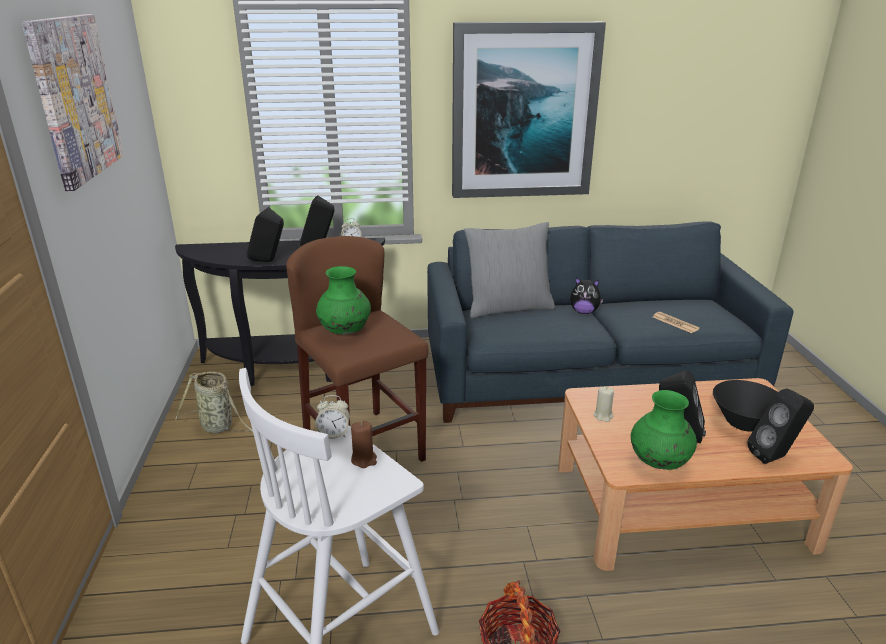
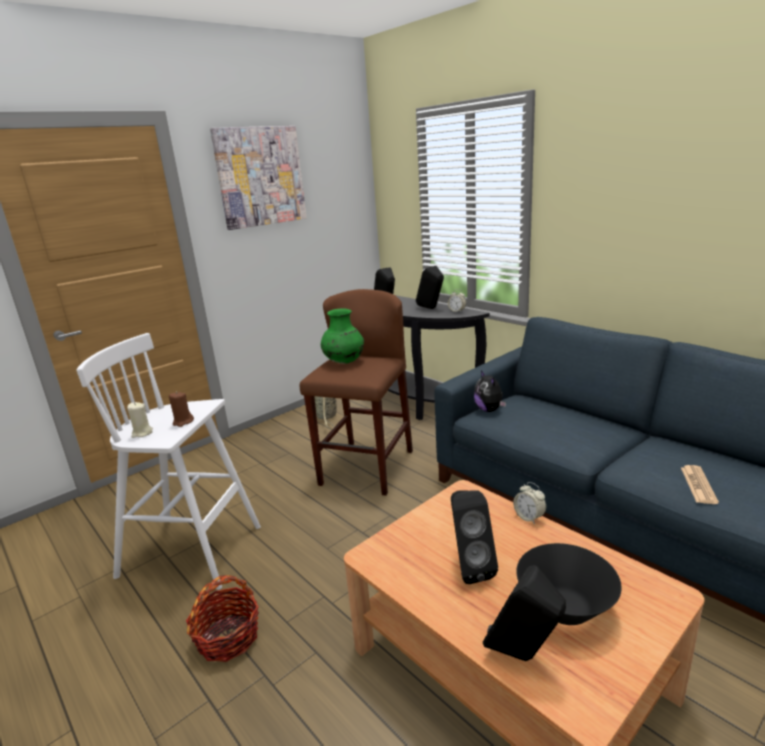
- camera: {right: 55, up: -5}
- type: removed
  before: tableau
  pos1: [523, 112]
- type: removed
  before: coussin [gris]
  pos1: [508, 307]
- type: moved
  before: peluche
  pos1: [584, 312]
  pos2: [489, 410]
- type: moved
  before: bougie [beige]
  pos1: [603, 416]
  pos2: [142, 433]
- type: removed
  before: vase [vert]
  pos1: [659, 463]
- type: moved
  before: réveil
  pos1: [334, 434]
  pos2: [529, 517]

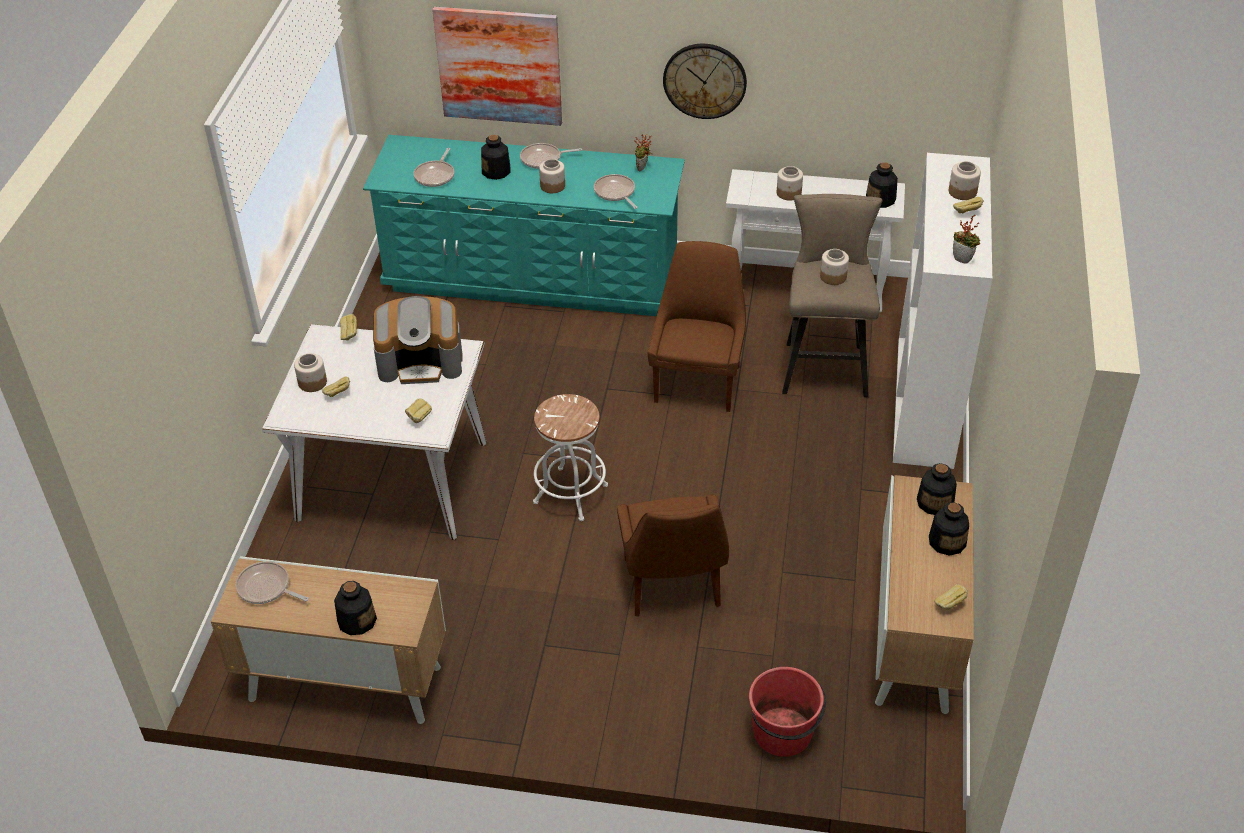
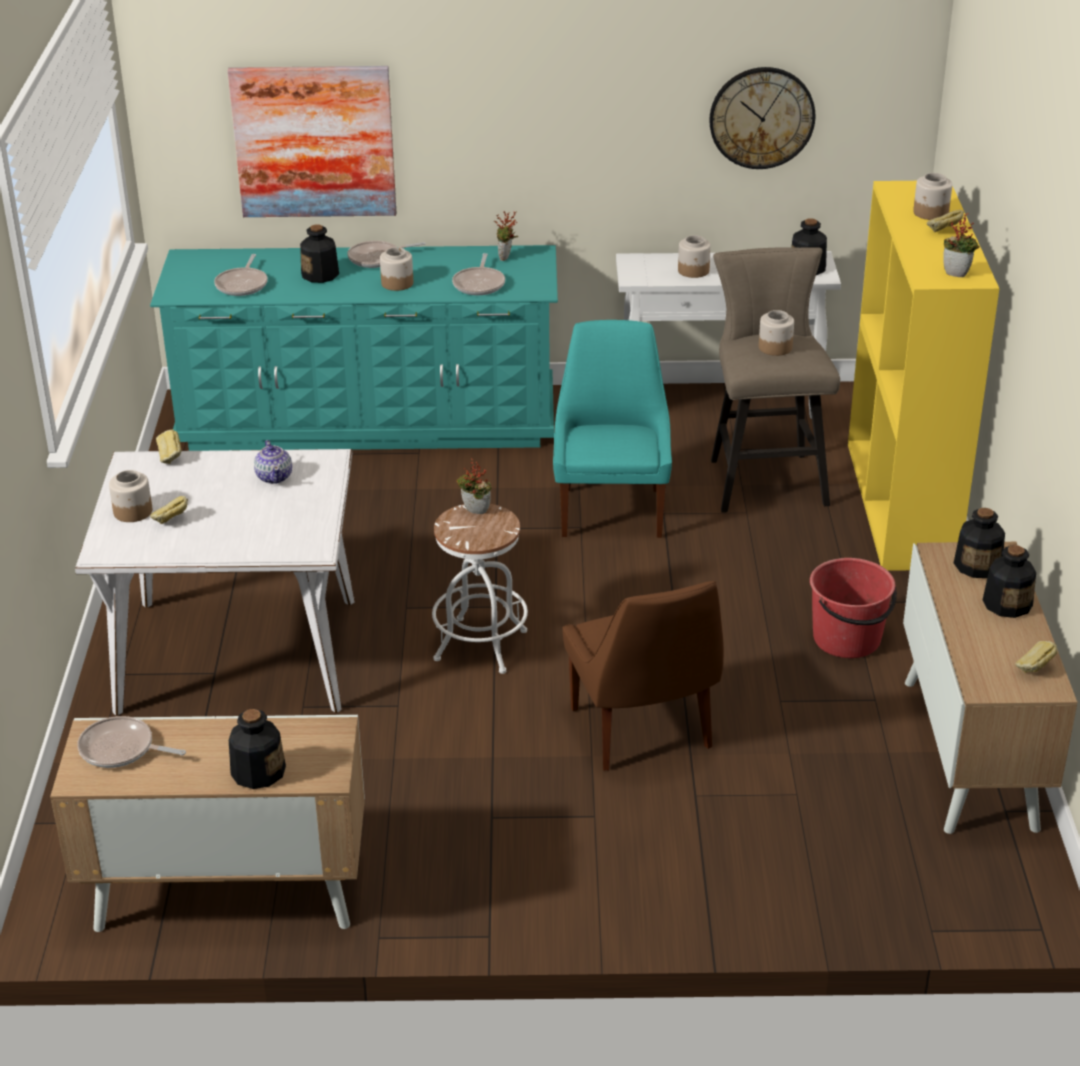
- camera: {right: -10, up: -10}
- type: moved
  before: horloge murale
  pos1: [704, 80]
  pos2: [762, 117]
- type: recoloured
  before: bibliothèque [blanc]
  after: bibliothèque [jaune]
  pos1: [926, 403]
  pos2: [902, 505]
- type: turned
  before: poêle
  pos1: [615, 193]
  pos2: [479, 284]
  turn: -135
- type: recoloured
  before: chaise [marron]
  after: chaise [turquoise]
  pos1: [698, 381]
  pos2: [611, 510]
- type: replaced
  before: machine à café
  after: théière
  pos1: [421, 361]
  pos2: [274, 477]
- type: removed
  before: pain
  pos1: [419, 418]
- type: moved
  before: seau [rouge]
  pos1: [783, 733]
  pos2: [847, 639]
- type: added
  after: plante en pot
  pos2: [474, 512]

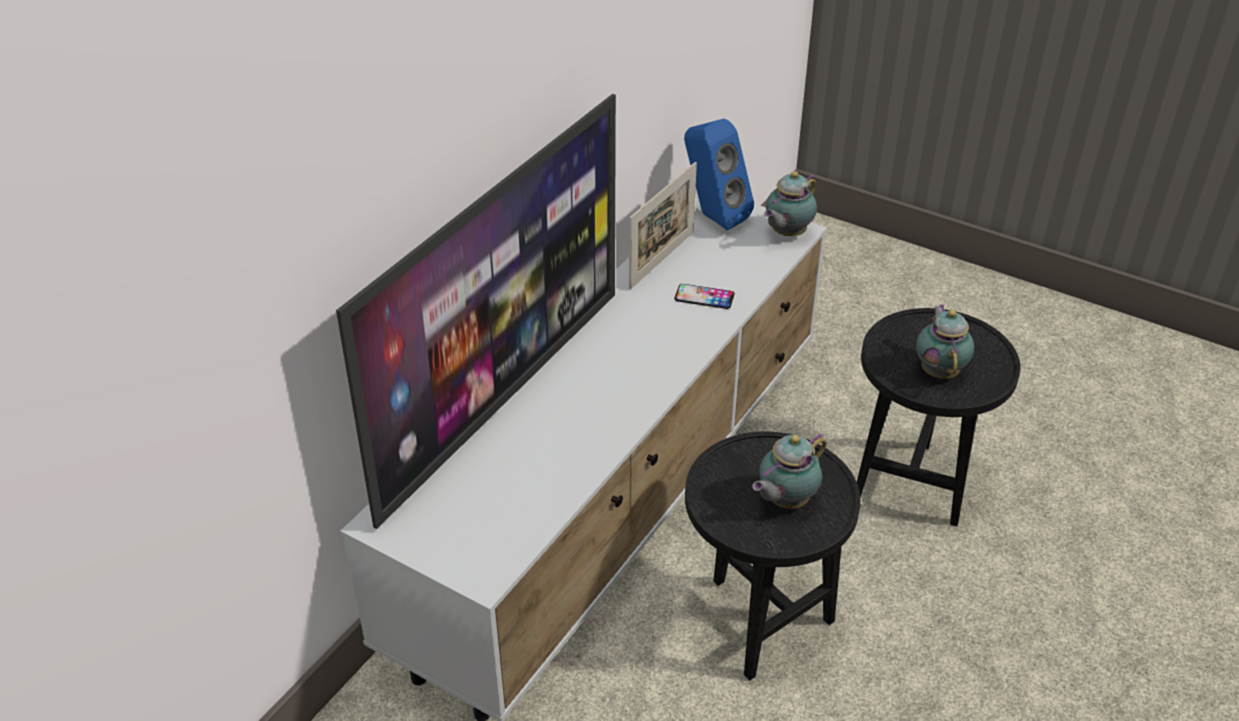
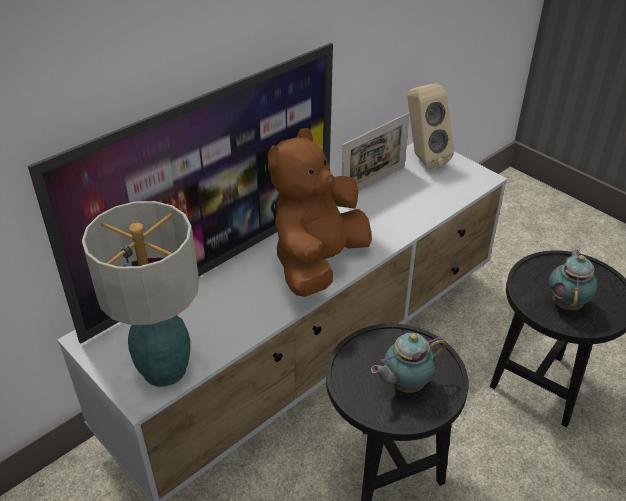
- camera: {right: 15, up: 0}
- type: recoloured
  before: enceinte [bleu]
  after: enceinte [beige]
  pos1: [712, 217]
  pos2: [423, 158]
- type: removed
  before: théière
  pos1: [786, 234]
- type: removed
  before: téléphone
  pos1: [704, 297]
- type: added
  after: peluche [marron]
  pos2: [318, 262]
- type: added
  after: lampe de table
  pos2: [165, 370]

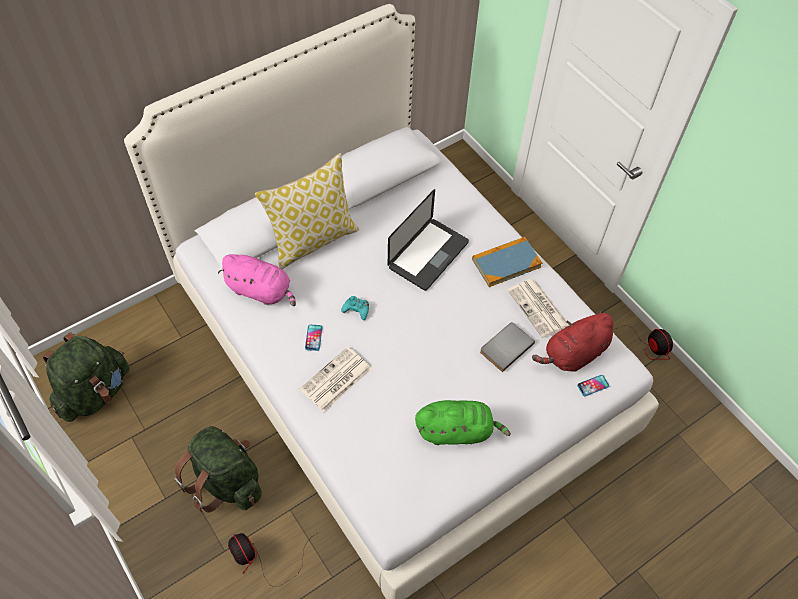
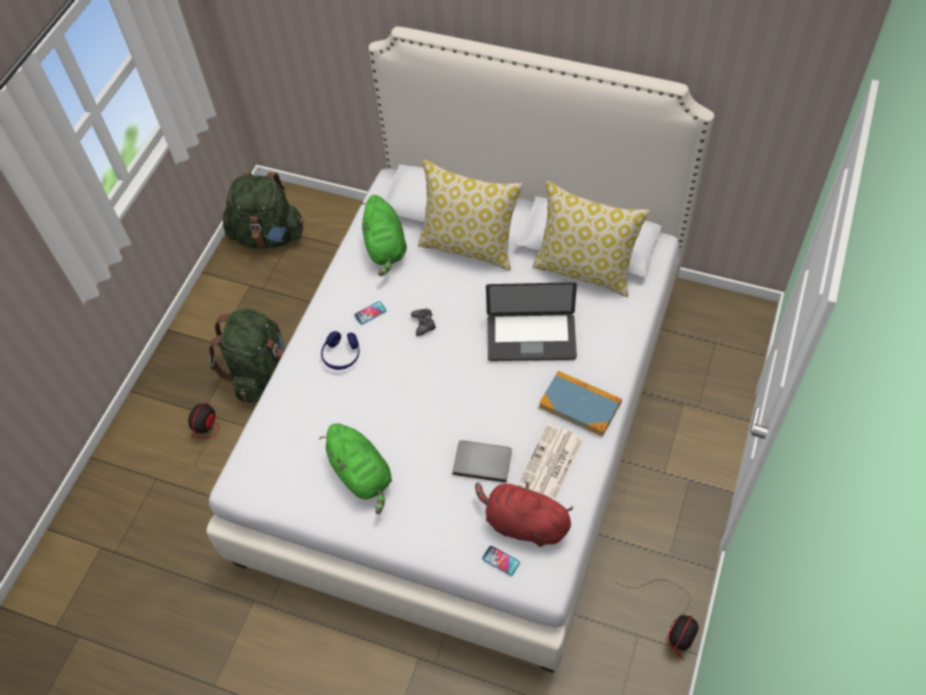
- camera: {right: 60, up: 0}
- type: recoloured
  before: peluche [rose]
  after: peluche [vert]
  pos1: [261, 291]
  pos2: [385, 248]
- type: recoloured
  before: manette [turquoise]
  after: manette [noir]
  pos1: [356, 309]
  pos2: [423, 323]
- type: replaced
  before: journal
  after: casque audio [bleu]
  pos1: [335, 380]
  pos2: [341, 355]
- type: added
  after: coussin
  pos2: [585, 270]

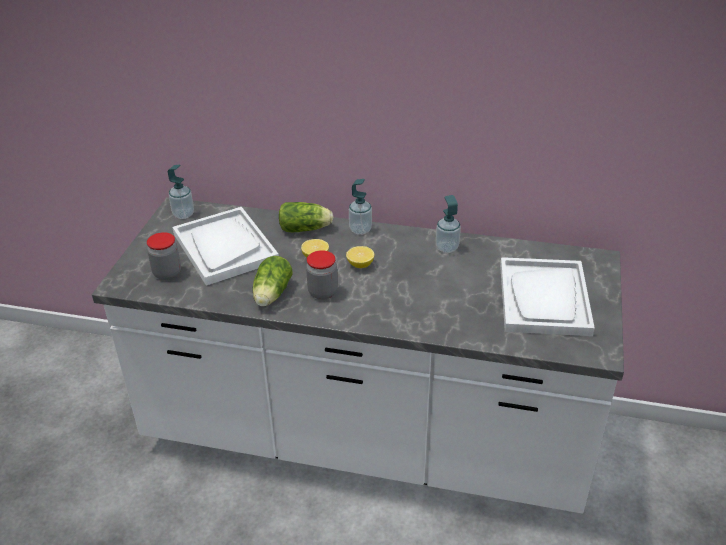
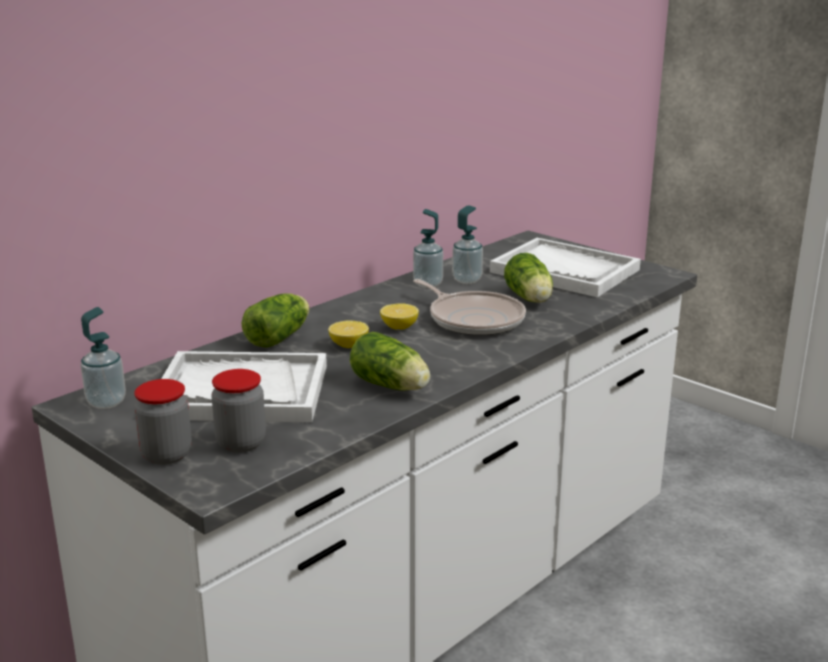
- camera: {right: -60, up: -15}
- type: moved
  before: distributeur de savon
  pos1: [360, 230]
  pos2: [467, 280]
- type: moved
  before: bocal
  pos1: [322, 292]
  pos2: [166, 455]
- type: added
  after: laitue
  pos2: [530, 299]
- type: added
  after: poêle
  pos2: [473, 319]

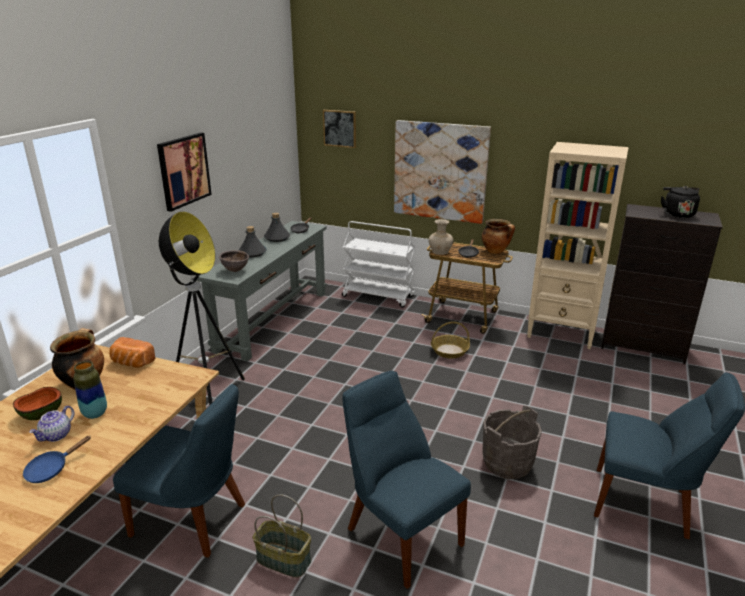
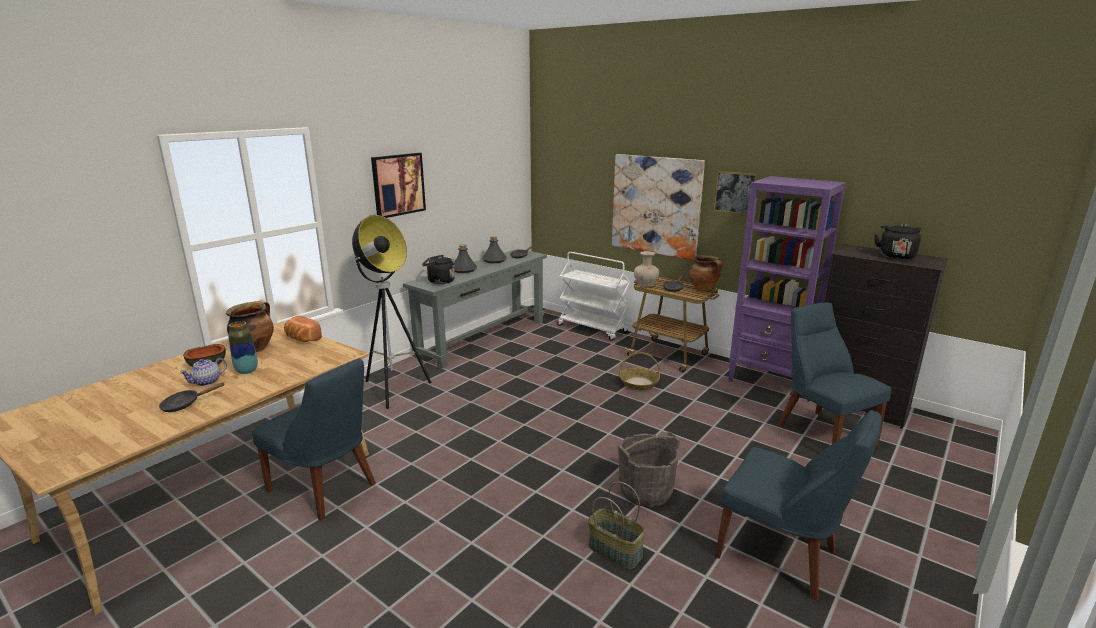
- camera: {right: 15, up: -5}
- type: moved
  before: tableau
  pos1: [340, 128]
  pos2: [735, 192]
- type: recoloured
  before: bibliothèque [beige]
  after: bibliothèque [violet]
  pos1: [562, 333]
  pos2: [769, 381]
- type: replaced
  before: bol [marron]
  after: bouilloire [noir]
  pos1: [235, 270]
  pos2: [439, 281]
- type: moved
  before: chaise [bleu]
  pos1: [400, 533]
  pos2: [822, 433]
- type: recoloured
  before: poêle [bleu]
  after: poêle [noir]
  pos1: [51, 469]
  pos2: [185, 404]
- type: moved
  before: panier
  pos1: [284, 559]
  pos2: [616, 550]

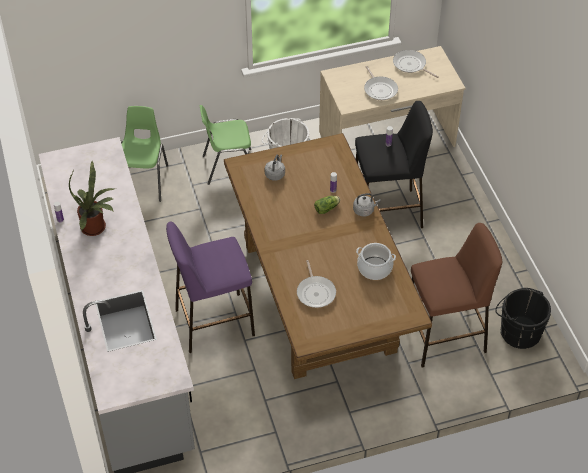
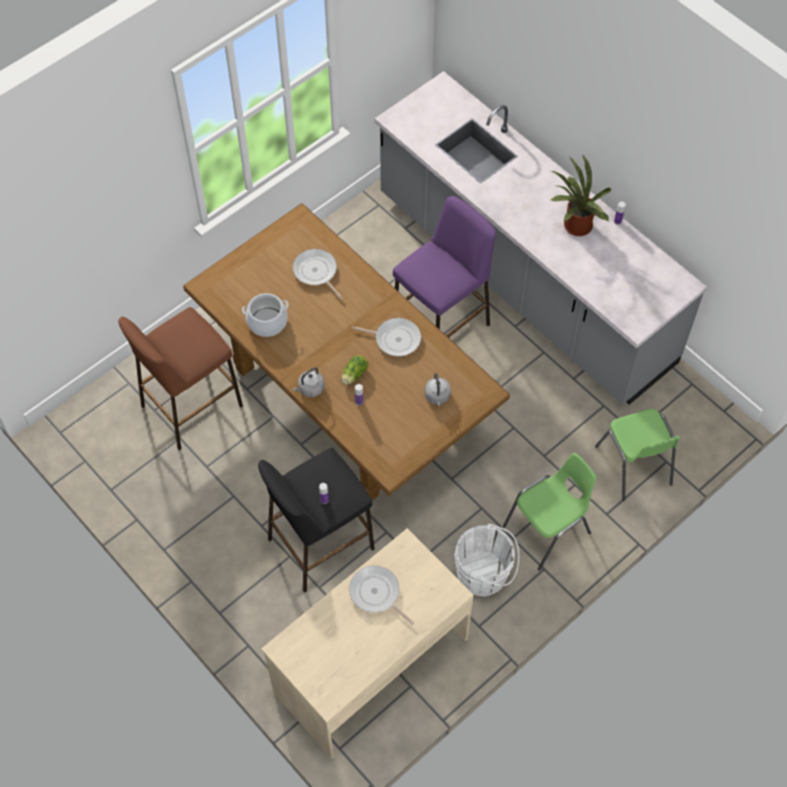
- camera: {right: 155, up: 10}
- type: moved
  before: poêle
  pos1: [411, 65]
  pos2: [395, 339]
- type: removed
  before: seau [noir]
  pos1: [518, 331]

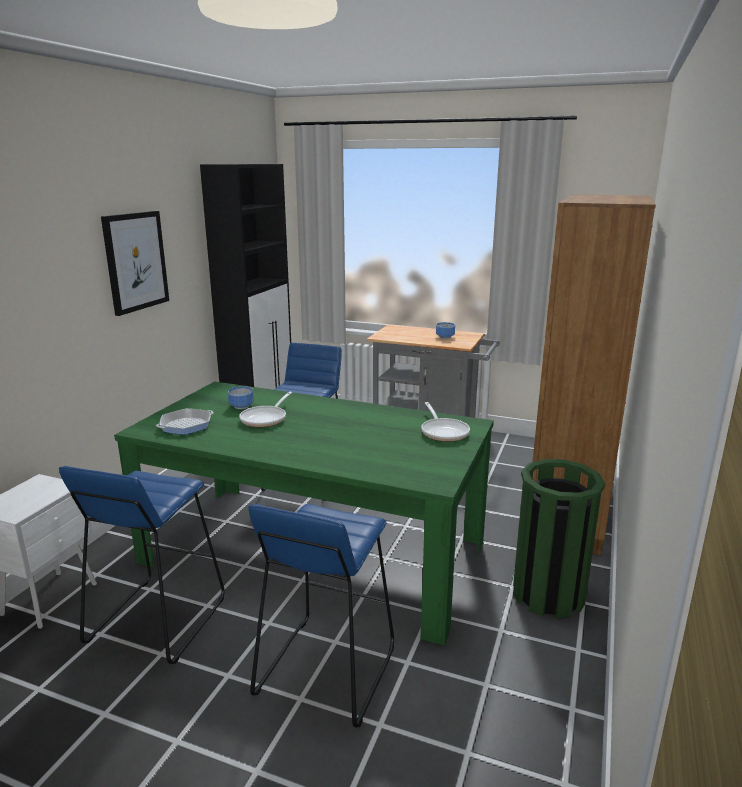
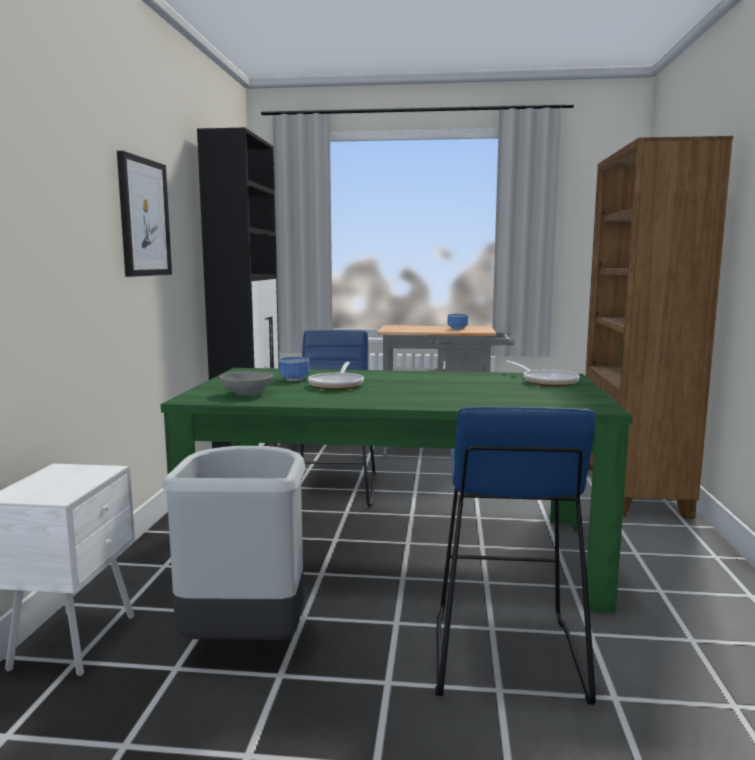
- camera: {right: -15, up: -10}
- type: replaced
  before: poêle
  after: bol [gris]
  pos1: [186, 425]
  pos2: [247, 393]
- type: removed
  before: poubelle [vert]
  pos1: [548, 594]
- type: replaced
  before: tabouret [bleu]
  after: poubelle [gris]
  pos1: [156, 620]
  pos2: [246, 642]

